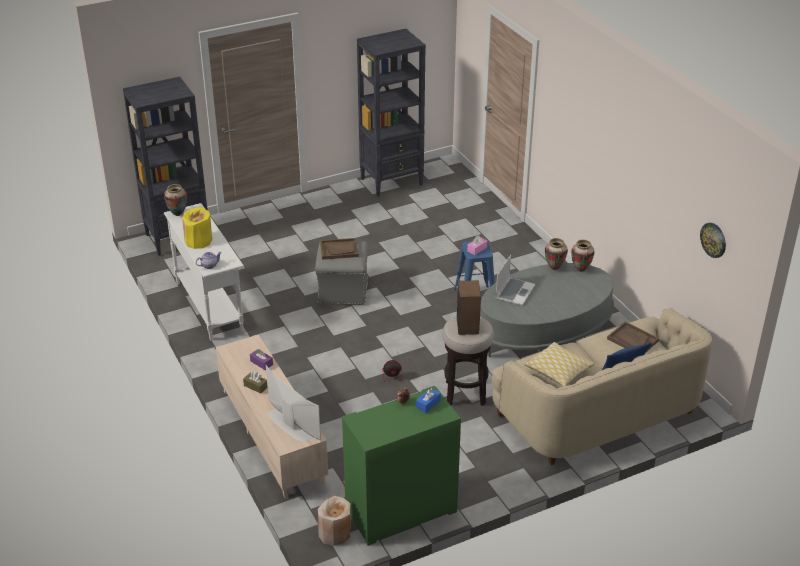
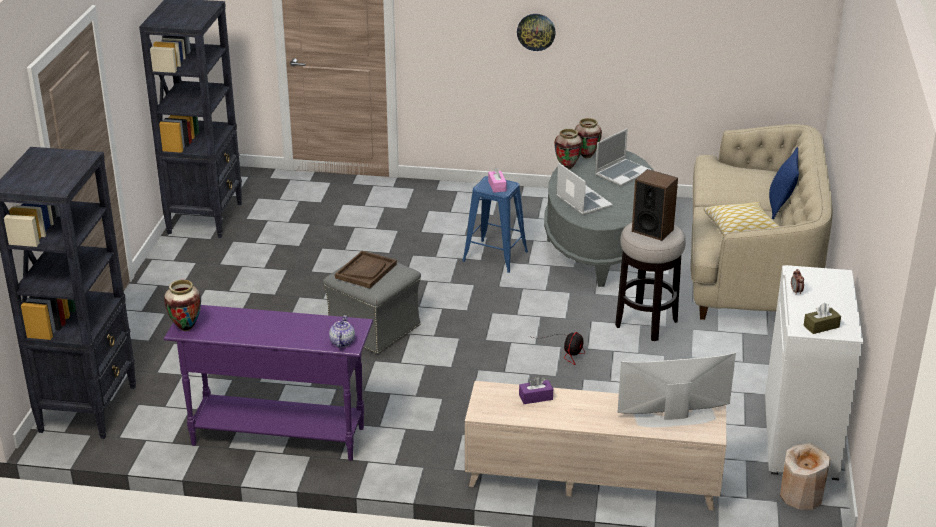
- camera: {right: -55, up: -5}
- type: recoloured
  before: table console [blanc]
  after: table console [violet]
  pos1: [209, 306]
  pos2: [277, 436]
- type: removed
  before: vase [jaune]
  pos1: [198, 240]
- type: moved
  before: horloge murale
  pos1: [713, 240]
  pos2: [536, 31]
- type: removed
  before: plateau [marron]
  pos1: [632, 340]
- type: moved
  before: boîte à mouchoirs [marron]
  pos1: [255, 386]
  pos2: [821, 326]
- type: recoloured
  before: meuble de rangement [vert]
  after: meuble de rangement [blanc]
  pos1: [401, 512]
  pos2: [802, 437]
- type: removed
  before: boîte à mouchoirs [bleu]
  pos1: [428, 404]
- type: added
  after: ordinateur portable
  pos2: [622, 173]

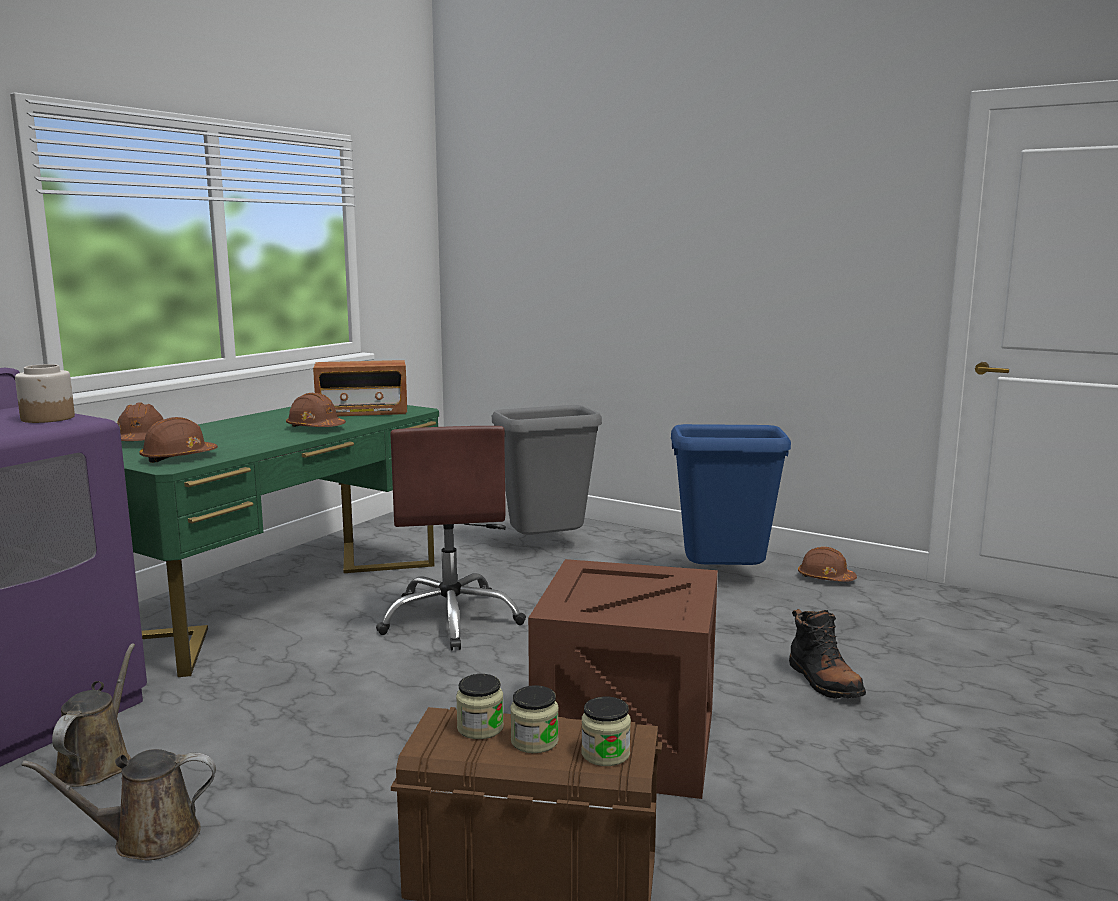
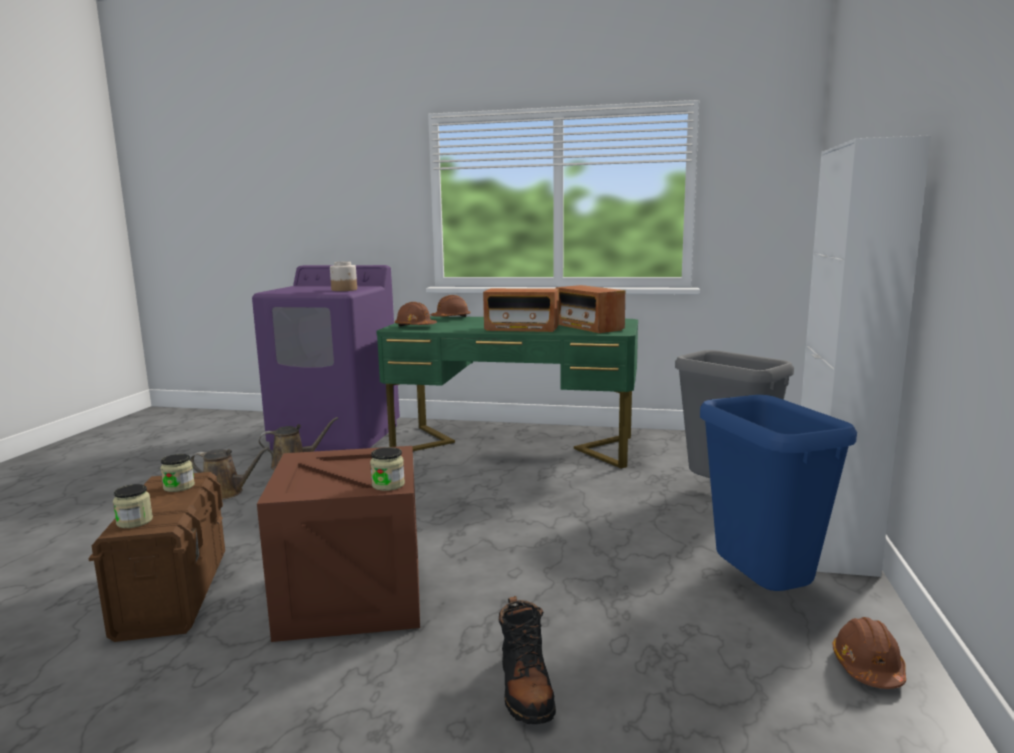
- camera: {right: 70, up: 0}
- type: replaced
  before: casque de chantier [marron]
  after: radio
  pos1: [315, 428]
  pos2: [521, 329]
- type: removed
  before: chaise de bureau [marron]
  pos1: [451, 619]
- type: turned
  before: botte [noir]
  pos1: [823, 681]
  pos2: [525, 689]
  turn: -60
- type: moved
  before: bocal
  pos1: [534, 741]
  pos2: [388, 485]
- type: turned
  before: arrosoir [marron]
  pos1: [147, 838]
  pos2: [226, 493]
  turn: 135
- type: added
  after: meuble de rangement [blanc]
  pos2: [832, 544]

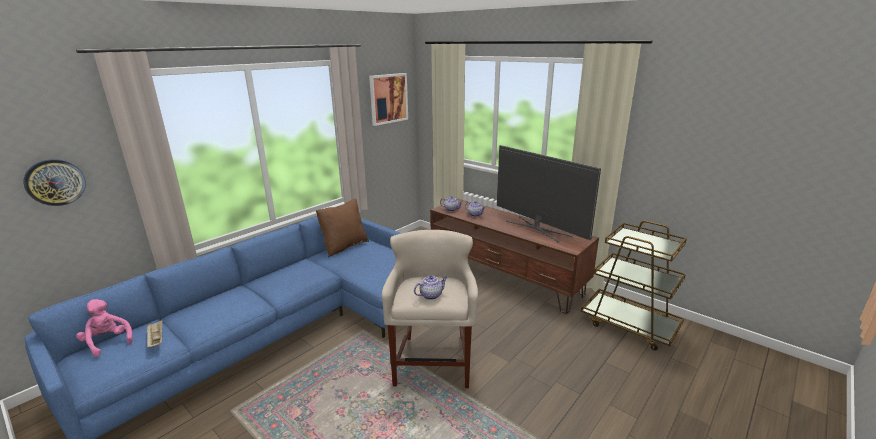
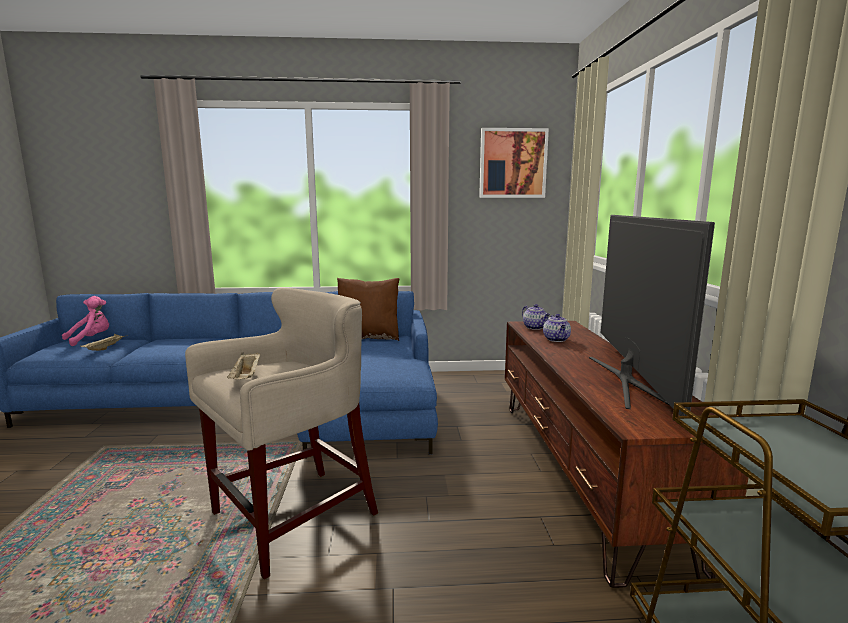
- camera: {right: 45, up: -10}
- type: removed
  before: horloge murale
  pos1: [55, 182]
- type: replaced
  before: théière
  after: plateau [beige]
  pos1: [431, 295]
  pos2: [247, 378]
- type: turned
  before: peluche [rose]
  pos1: [108, 342]
  pos2: [91, 339]
  turn: 45

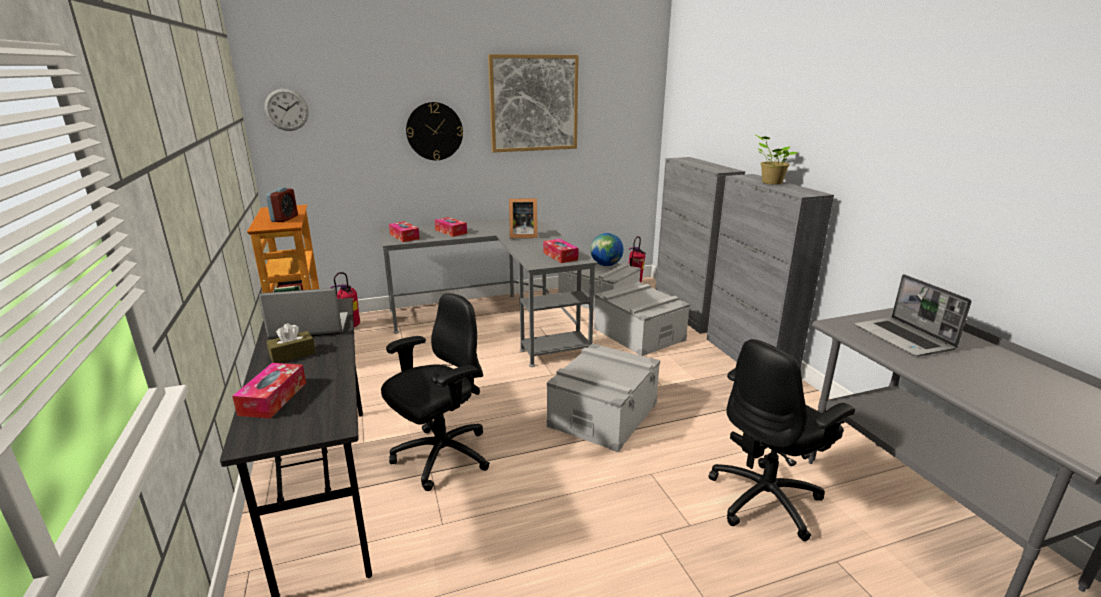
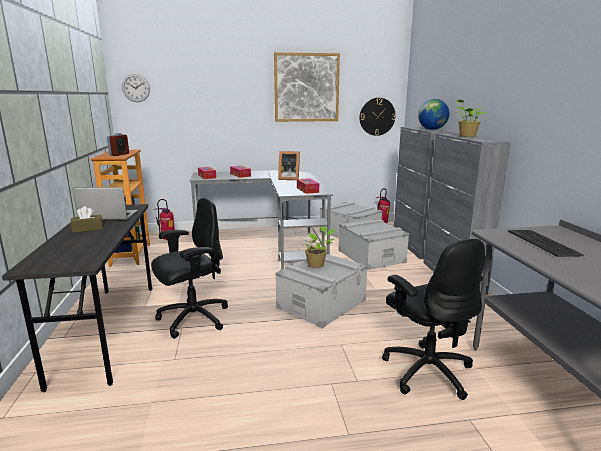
- camera: {right: 10, up: -5}
- type: moved
  before: horloge murale
  pos1: [434, 131]
  pos2: [377, 116]
- type: moved
  before: globe
  pos1: [606, 265]
  pos2: [432, 129]
- type: replaced
  before: ordinateur portable
  after: clavier
  pos1: [904, 338]
  pos2: [543, 243]
- type: turned
  before: chaise de bureau [noir]
  pos1: [766, 499]
  pos2: [427, 370]
  turn: -90
- type: removed
  before: boîte à mouchoirs
  pos1: [273, 398]
- type: added
  after: plante en pot
  pos2: [317, 265]

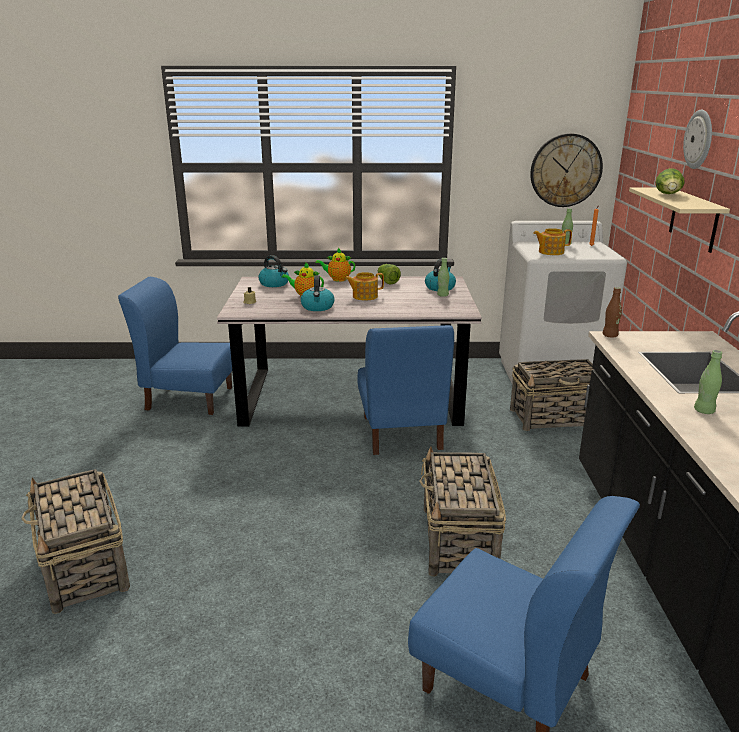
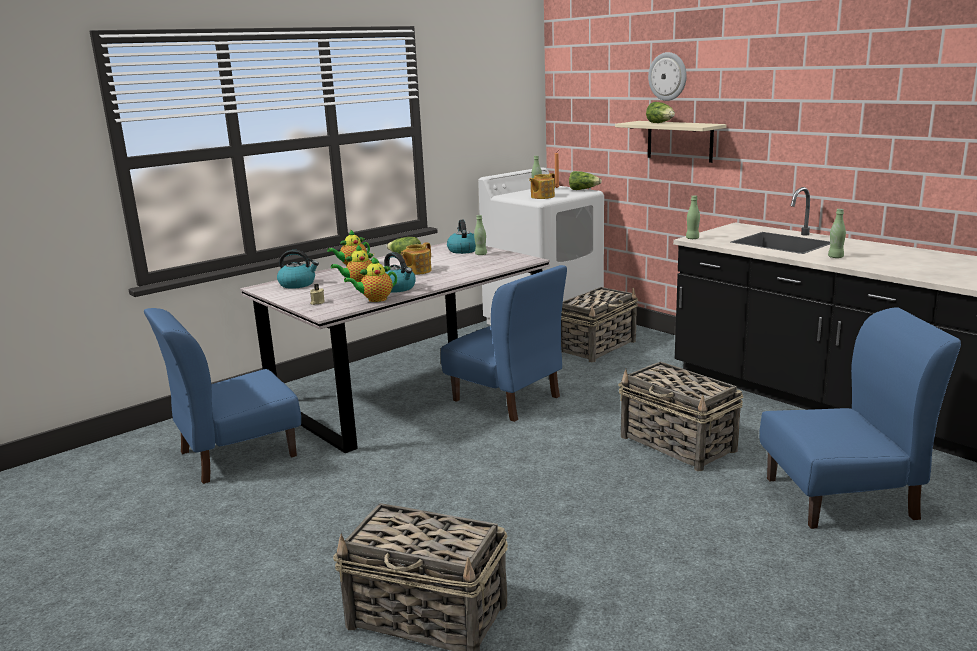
- camera: {right: -40, up: -5}
- type: removed
  before: horloge murale
  pos1: [565, 170]
- type: recoloured
  before: bouteille [marron]
  after: bouteille [vert]
  pos1: [610, 336]
  pos2: [692, 238]
- type: added
  after: laitue
  pos2: [583, 190]
- type: added
  after: théière
  pos2: [375, 299]

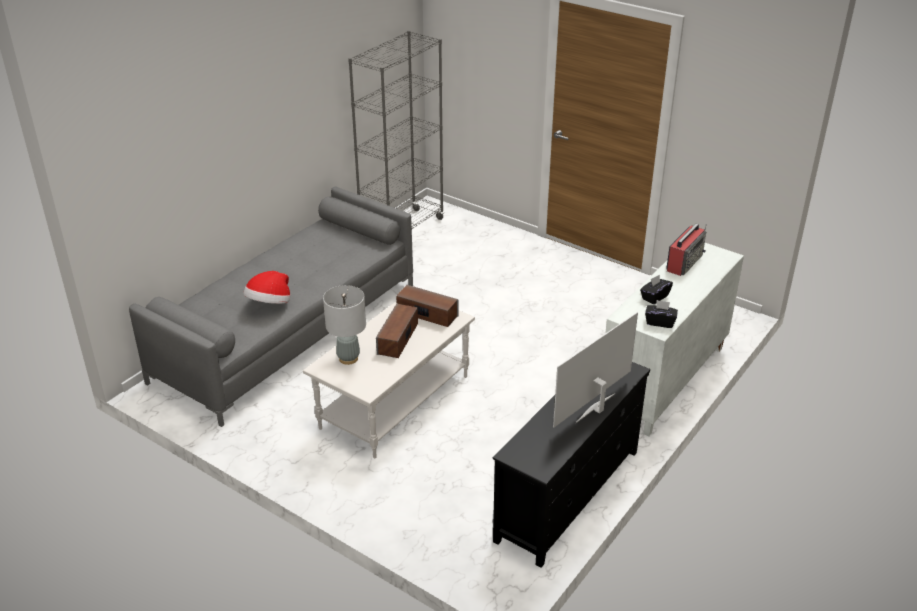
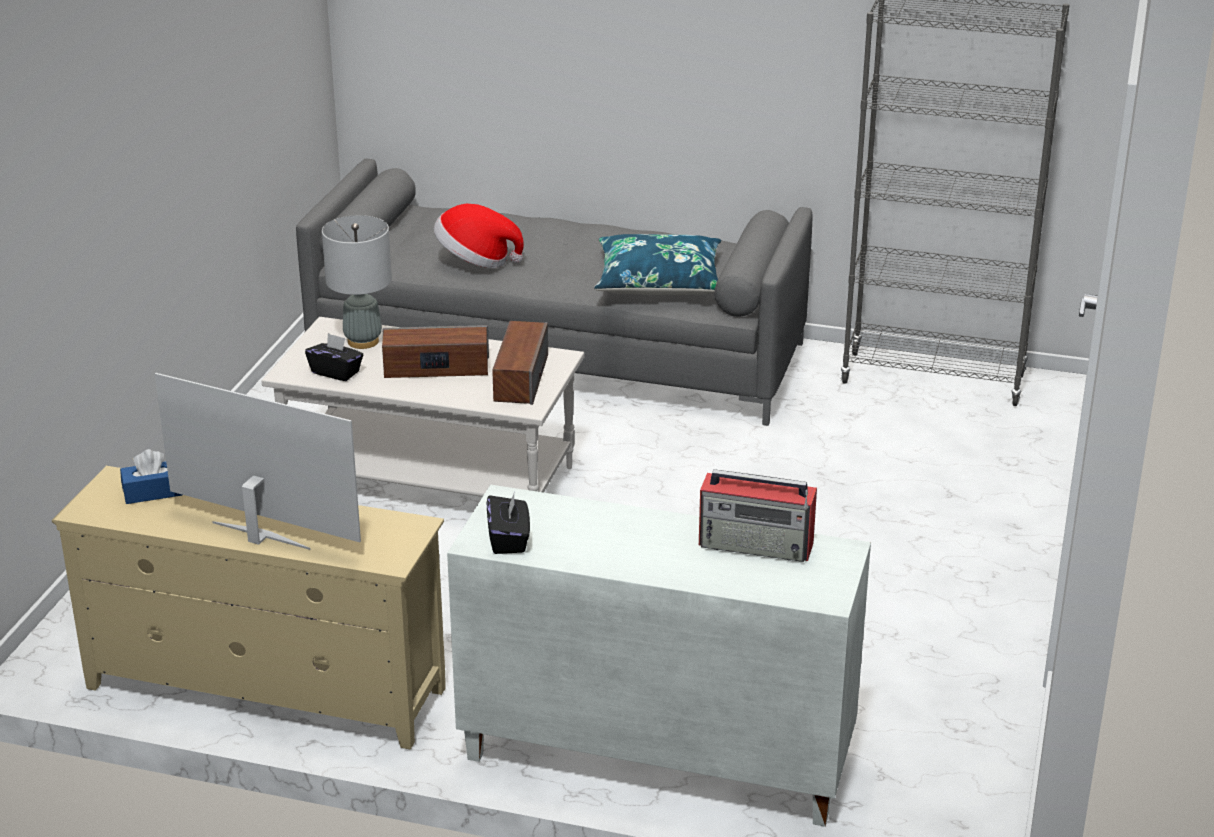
- camera: {right: 70, up: -5}
- type: moved
  before: boîte à mouchoirs [noir]
  pos1: [654, 297]
  pos2: [336, 372]
- type: recoloured
  before: meuble télé [noir]
  after: meuble télé [beige]
  pos1: [568, 496]
  pos2: [265, 690]
- type: added
  after: coussin [bleu]
  pos2: [659, 281]
- type: added
  after: boîte à mouchoirs [bleu]
  pos2: [153, 492]

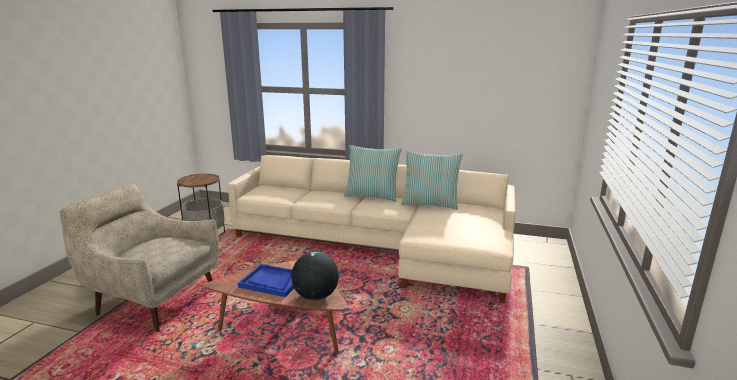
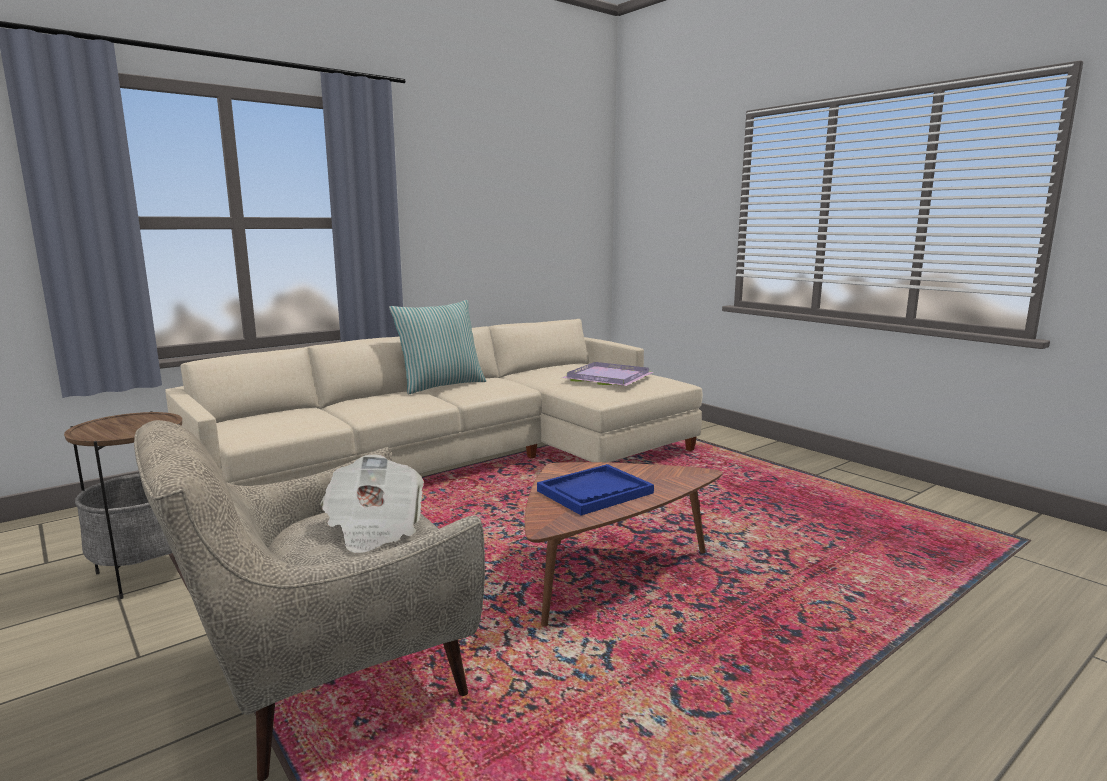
- camera: {right: -55, up: -5}
- type: removed
  before: coussin
  pos1: [430, 204]
- type: removed
  before: globe
  pos1: [315, 296]
- type: added
  after: plateau [violet]
  pos2: [610, 378]
- type: added
  after: journal
  pos2: [374, 528]

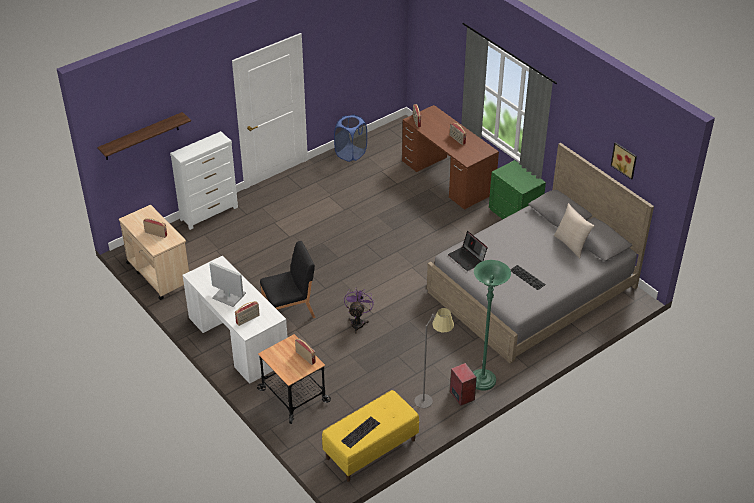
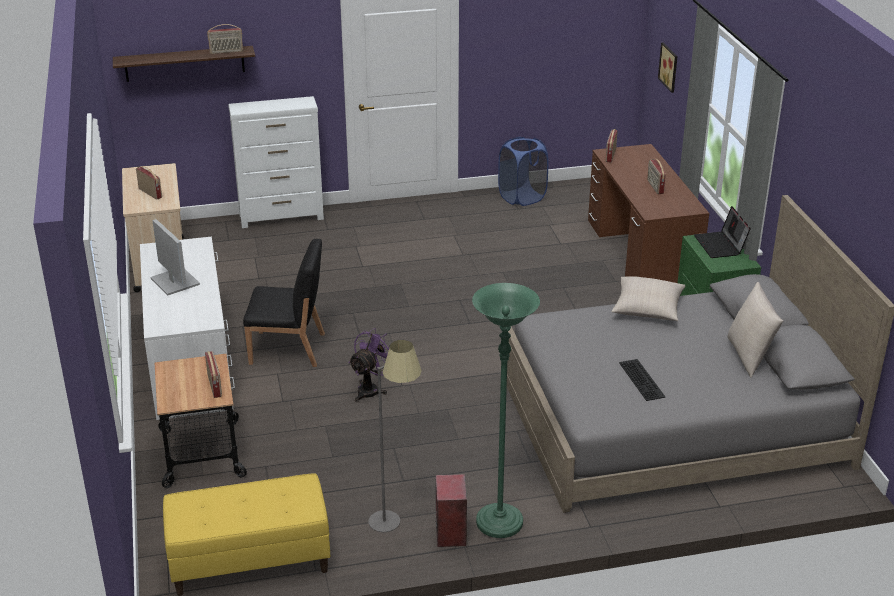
- camera: {right: 25, up: -10}
- type: moved
  before: tableau
  pos1: [625, 160]
  pos2: [670, 67]
- type: moved
  before: ordinateur portable
  pos1: [467, 258]
  pos2: [720, 245]
- type: moved
  before: radio
  pos1: [248, 319]
  pos2: [226, 52]
- type: removed
  before: clavier
  pos1: [360, 433]
- type: added
  after: coussin [beige]
  pos2: [647, 309]

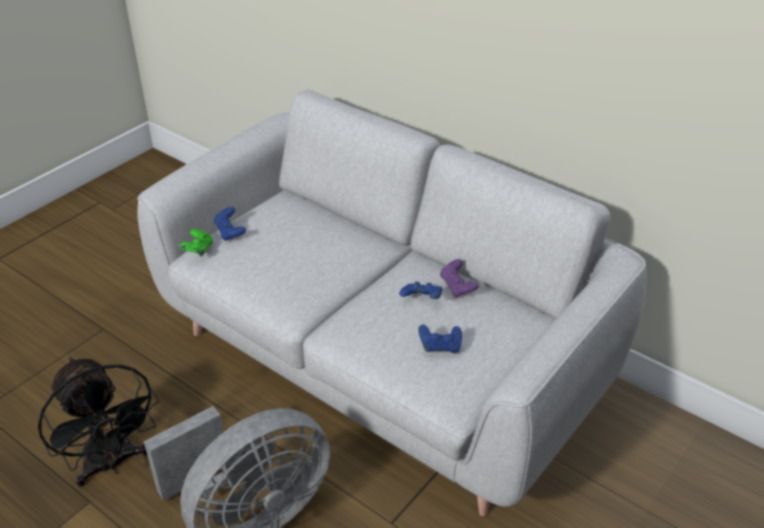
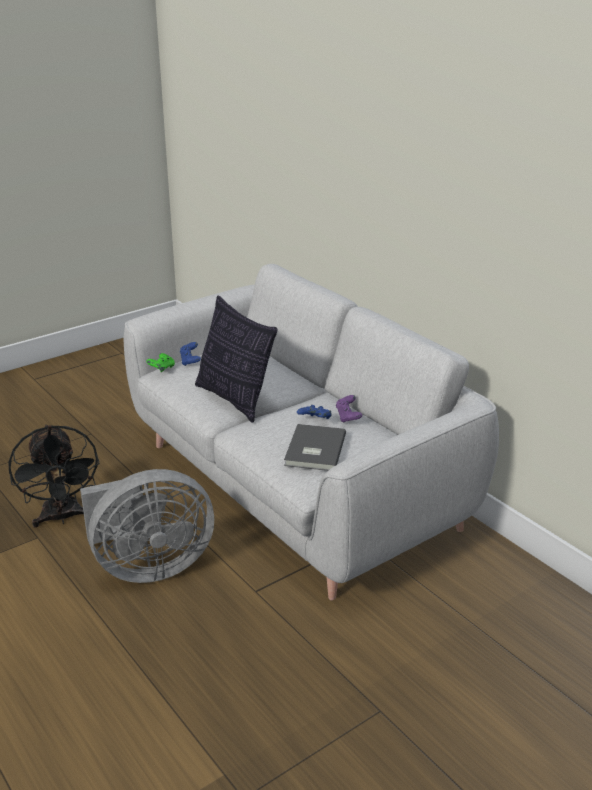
- camera: {right: 15, up: -10}
- type: replaced
  before: manette [bleu]
  after: livre [gris]
  pos1: [440, 347]
  pos2: [313, 450]
- type: added
  after: coussin
  pos2: [235, 399]

